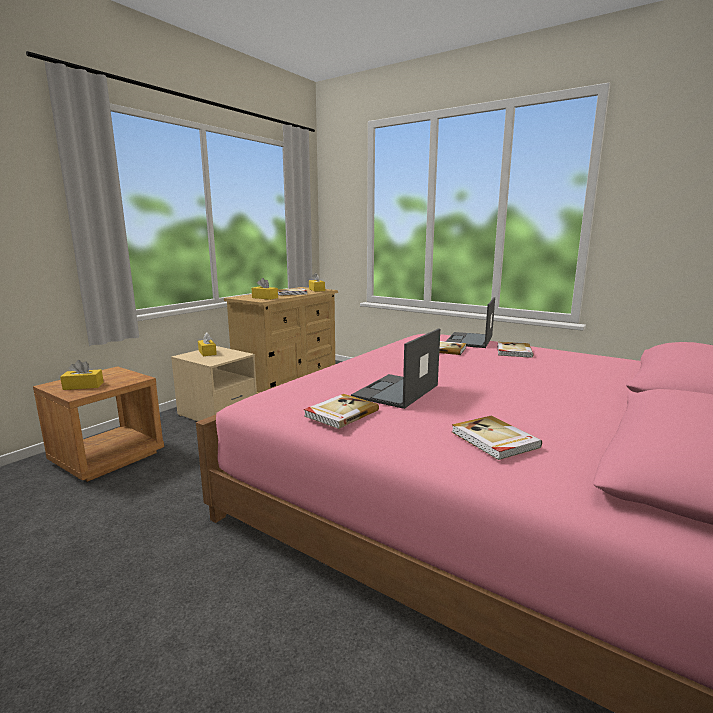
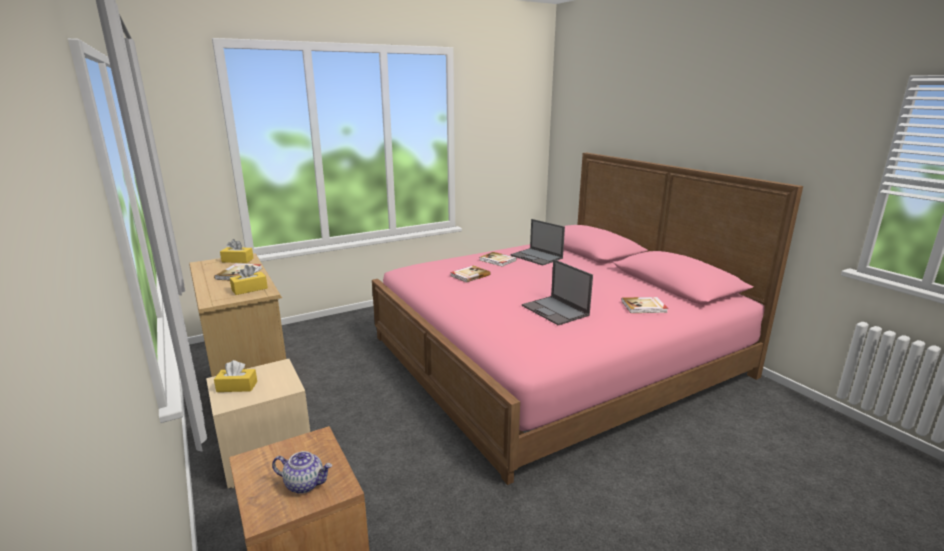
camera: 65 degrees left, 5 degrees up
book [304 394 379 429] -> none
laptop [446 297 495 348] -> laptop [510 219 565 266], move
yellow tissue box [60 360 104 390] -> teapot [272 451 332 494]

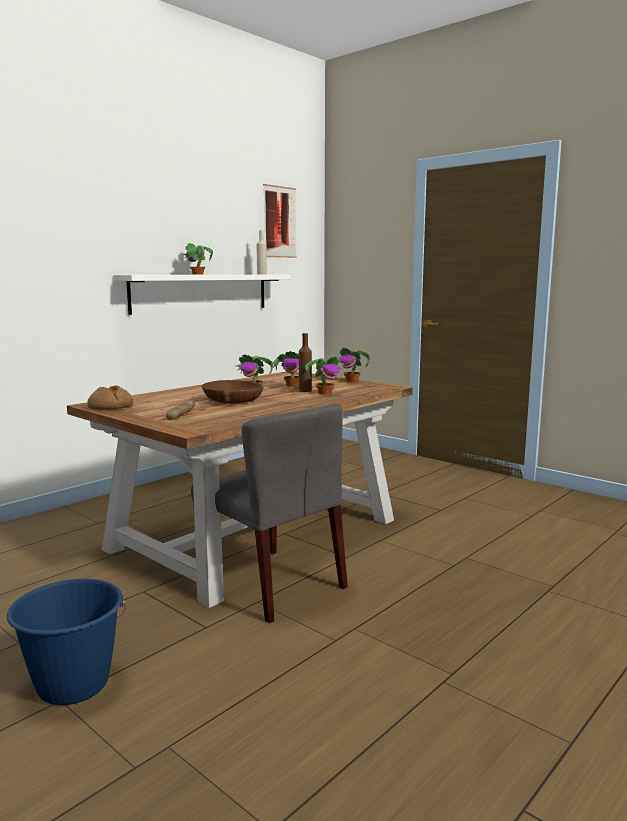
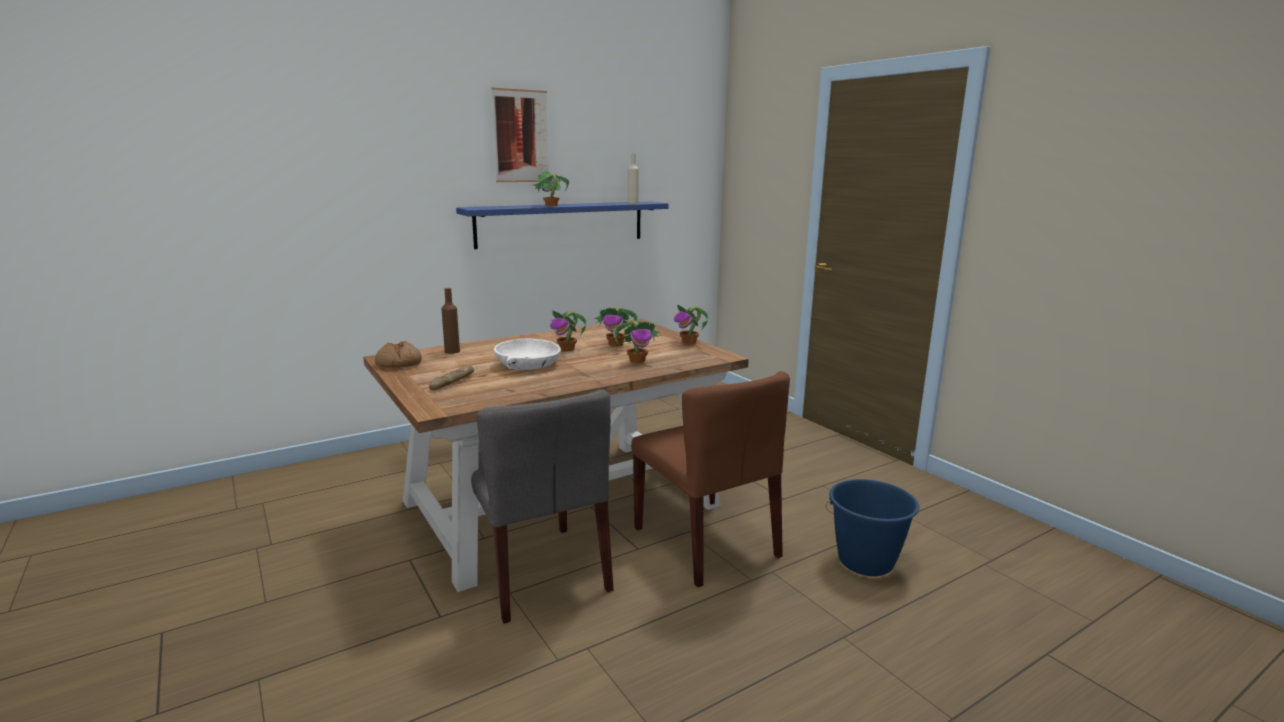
camera: 15 degrees right, 5 degrees up
none -> brown chair [631 371 790 587]
blue bucket [6 579 126 705] -> blue bucket [826 479 919 576], move
picture [263 184 297 258] -> picture [491 88 549 182], move
brown bottle [299 333 312 392] -> brown bottle [442 288 460 354], move
white shelf [113 275 291 315] -> blue shelf [456 201 669 249]
brown bowl [202 380 263 404] -> white bowl [494 339 561 370]

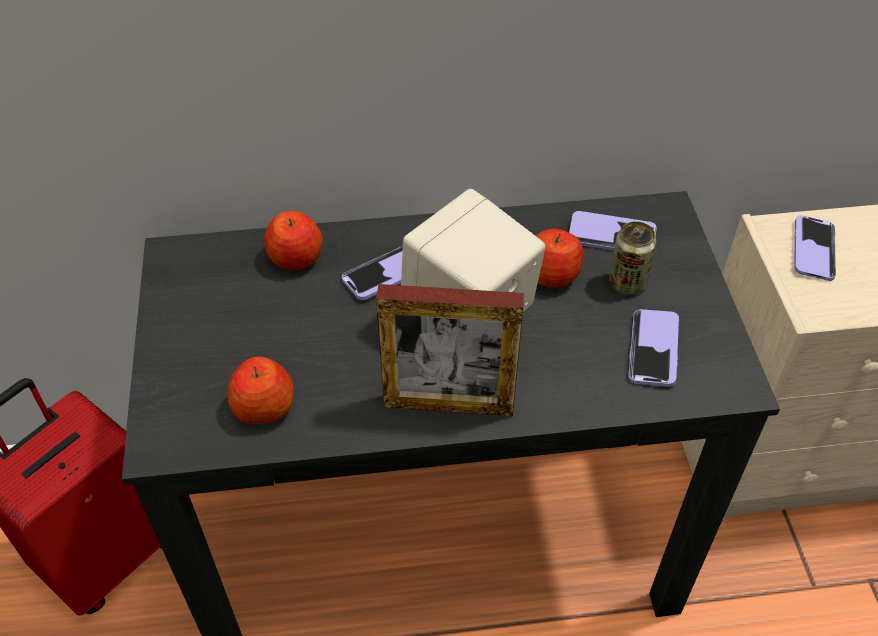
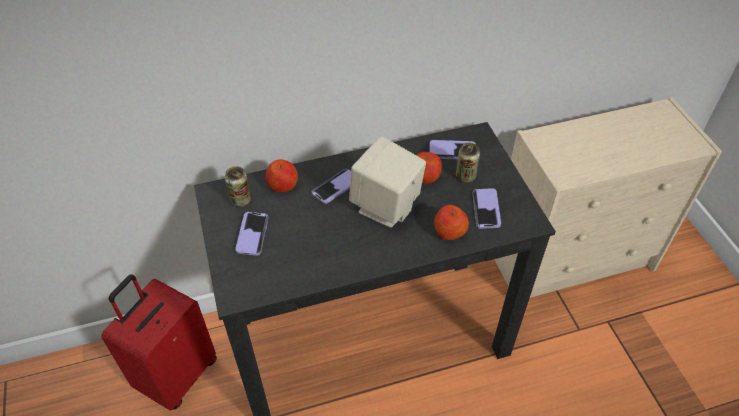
camera: 10 degrees left, 0 degrees up
picture frame [376 284 524 416] -> none
none -> can [225 166 251 207]
apple [228 357 294 424] -> apple [434 205 469 240], move
phone [794 215 836 281] -> phone [235 212 268 256], move

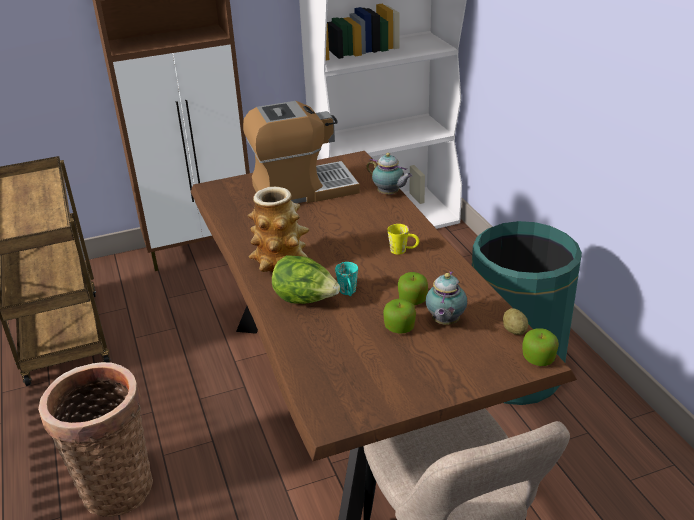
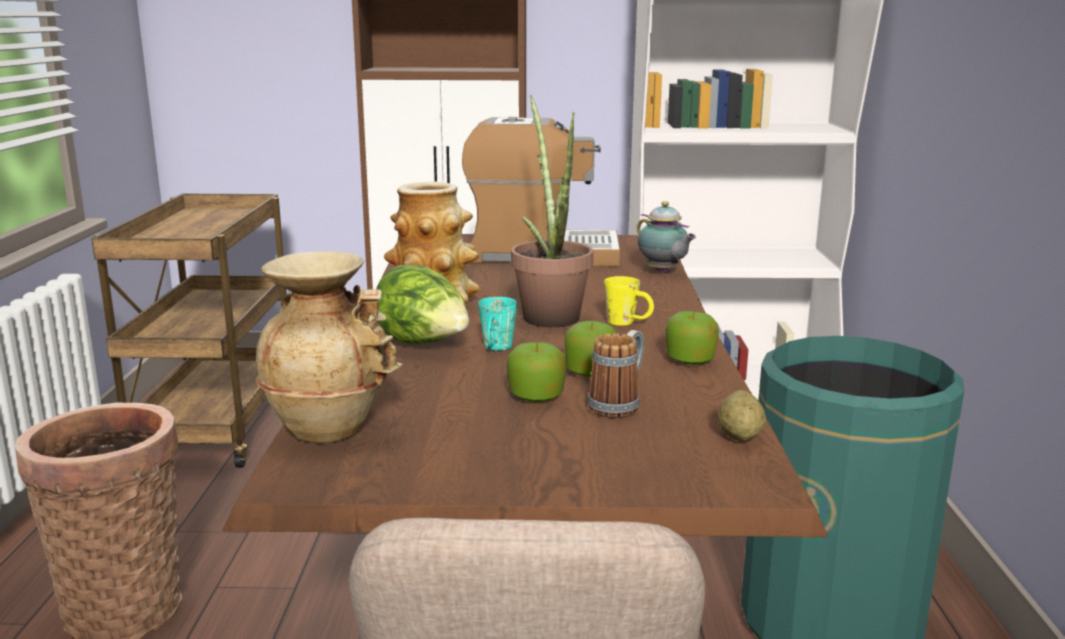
camera: 20 degrees right, 15 degrees down
none -> beige vase [256 251 403 444]
none -> potted plant [511 95 593 327]
apple [522 328 559 366] -> apple [666 311 719 365], move
teapot [426 271 467 325] -> mug [588 330 644 418]

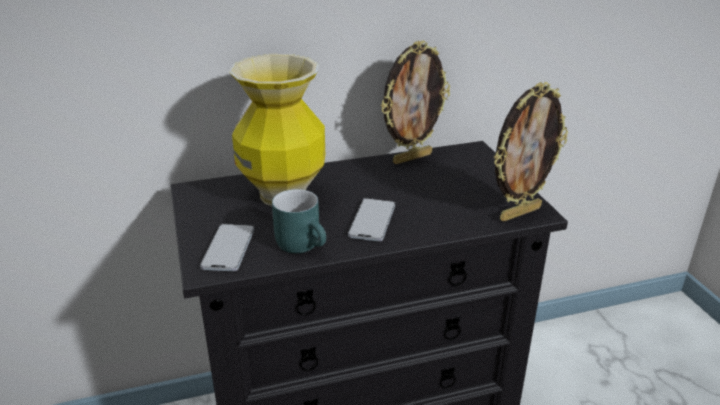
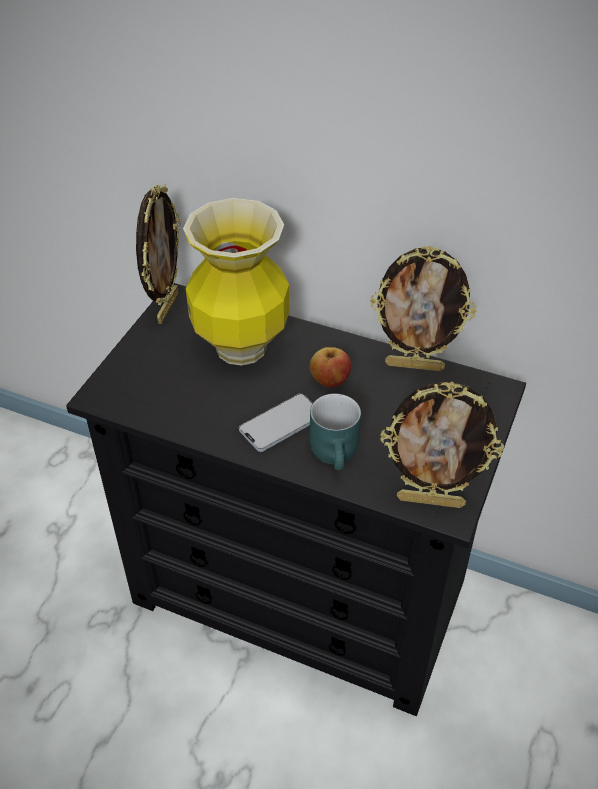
camera: 40 degrees right, 15 degrees up
phone [200 224 254 271] -> none
none -> picture frame [136 184 180 324]
none -> apple [310 347 351 387]
turquoise mug [272 189 326 253] -> turquoise mug [310 394 361 470], move

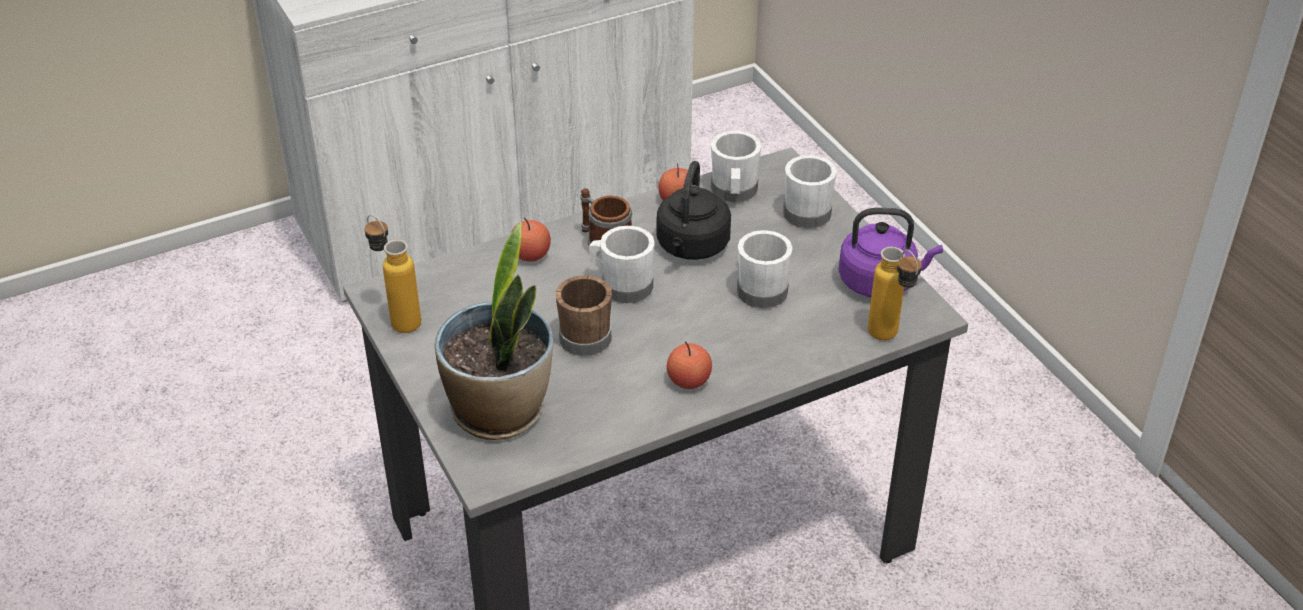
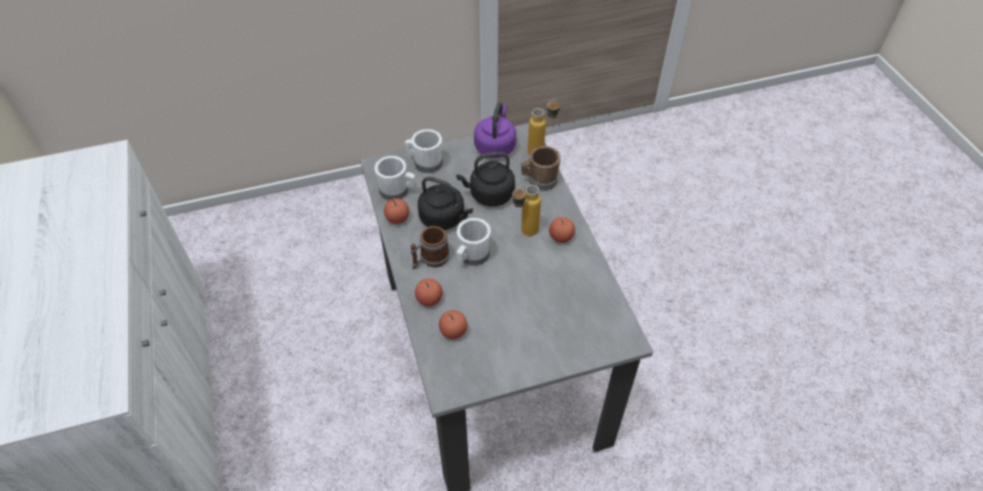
camera: 80 degrees left, 10 degrees up
potted plant [435 222 553 440] -> none
none -> apple [439 310 467 339]
bottle [365 215 421 333] -> bottle [512 185 541 236], move
brown mug [556 275 612 356] -> brown mug [521 146 561 191], move
white mug [737 230 793 308] -> black kettle [456 152 515 206]

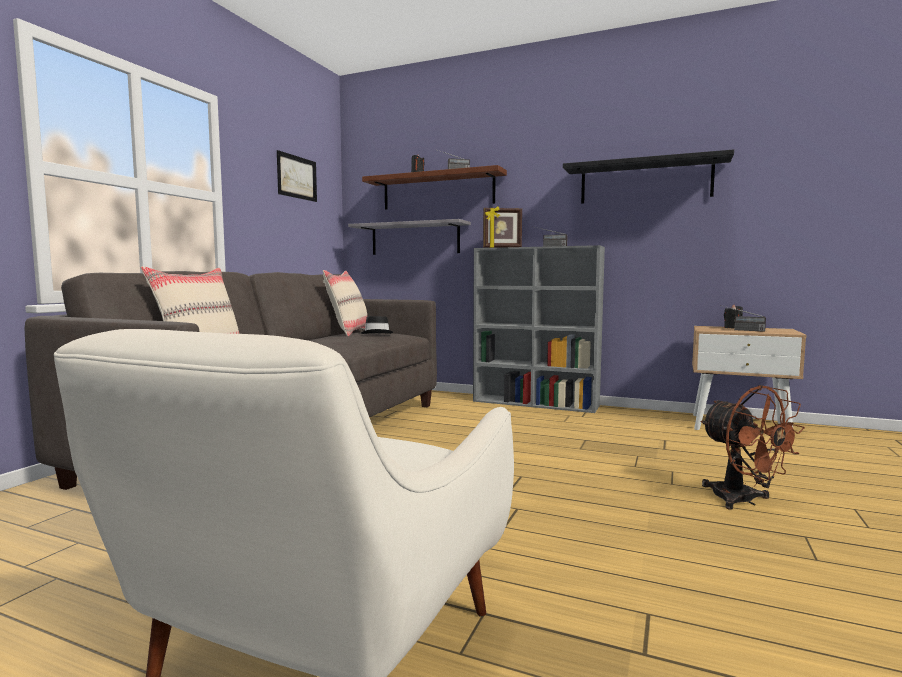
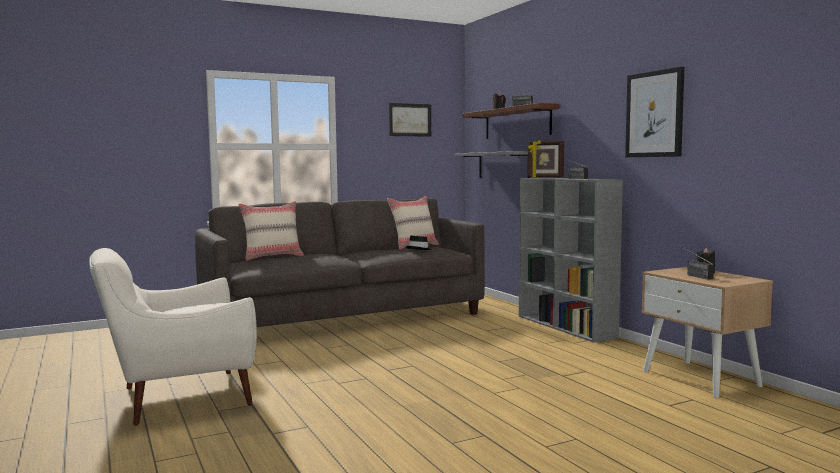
camera: 40 degrees right, 0 degrees up
brown fan [700 385 805 510] -> none
black shelf [563 149 734 204] -> picture [625 67 685 157]

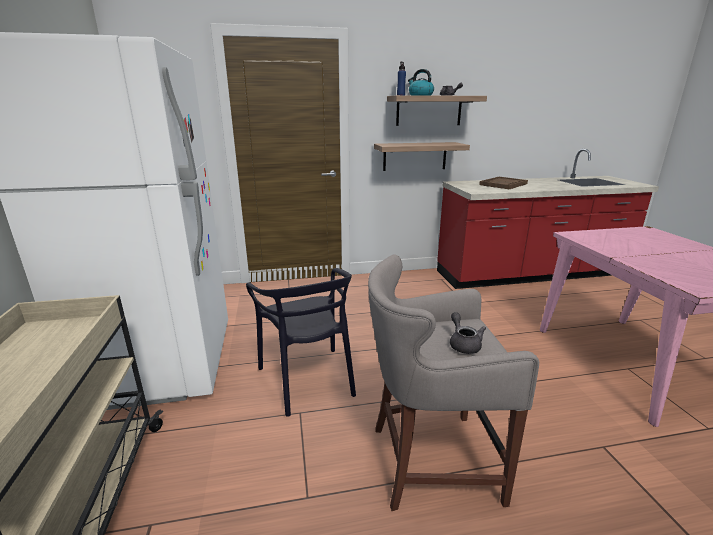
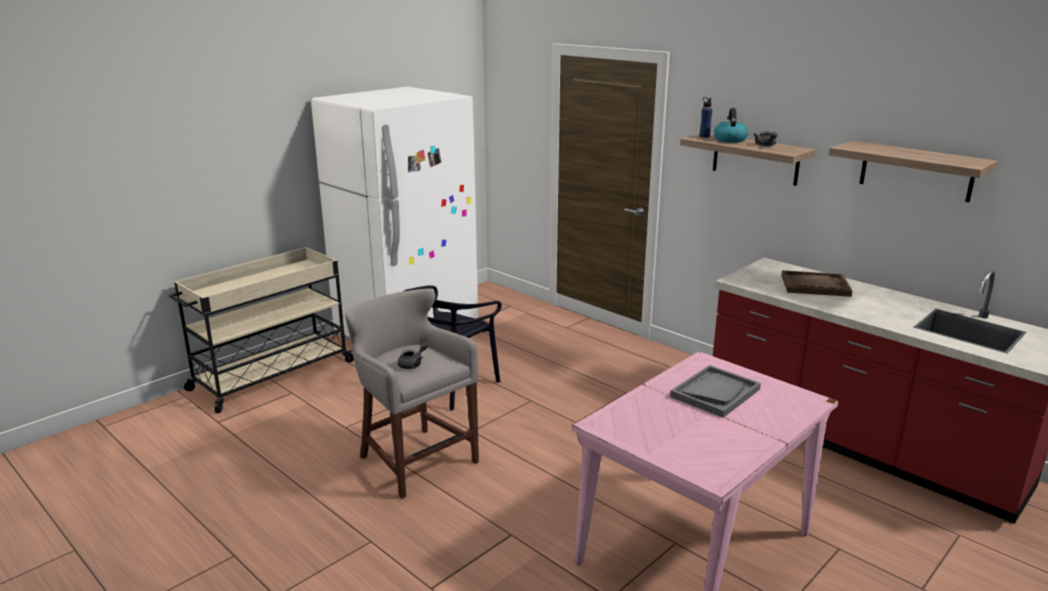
camera: 55 degrees right, 0 degrees up
none -> grey tray [670 365 761 418]
shelf [374 142 470 171] -> shelf [829 141 998 202], move

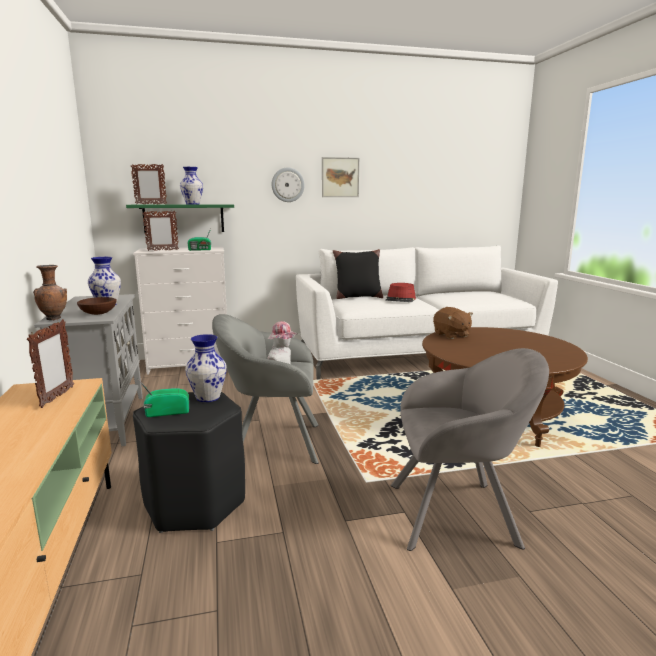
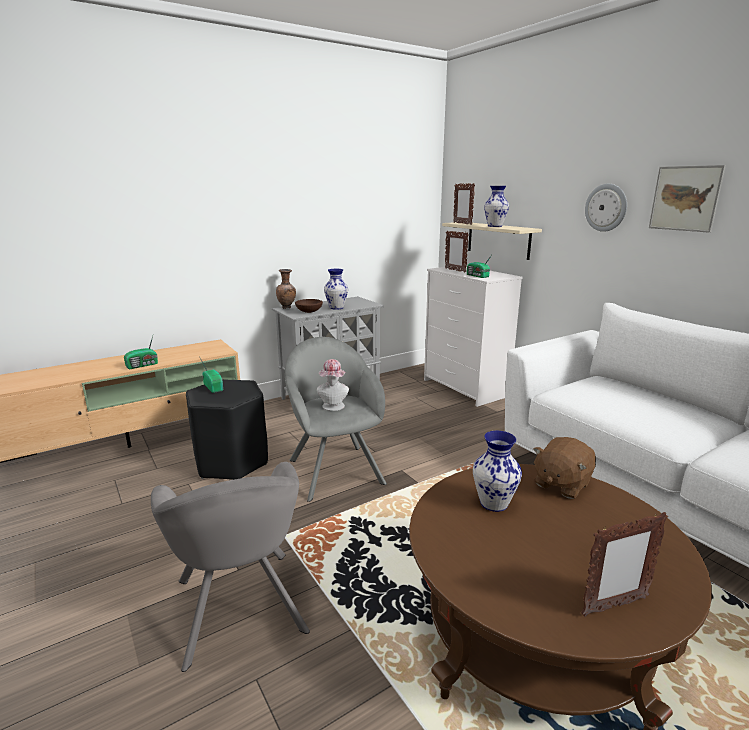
camera: 70 degrees right, 5 degrees up
black pillow [333 249 383 299] -> none
red hat [386 283 416 302] -> none
none -> radio [124 336 158 369]
picture frame [27 319 74 408] -> picture frame [581 512 668 617], move
vase [185 334 227 402] -> vase [473 431 522 512], move
green shelf [126 204 234 233] -> beige shelf [442 222 542 260]

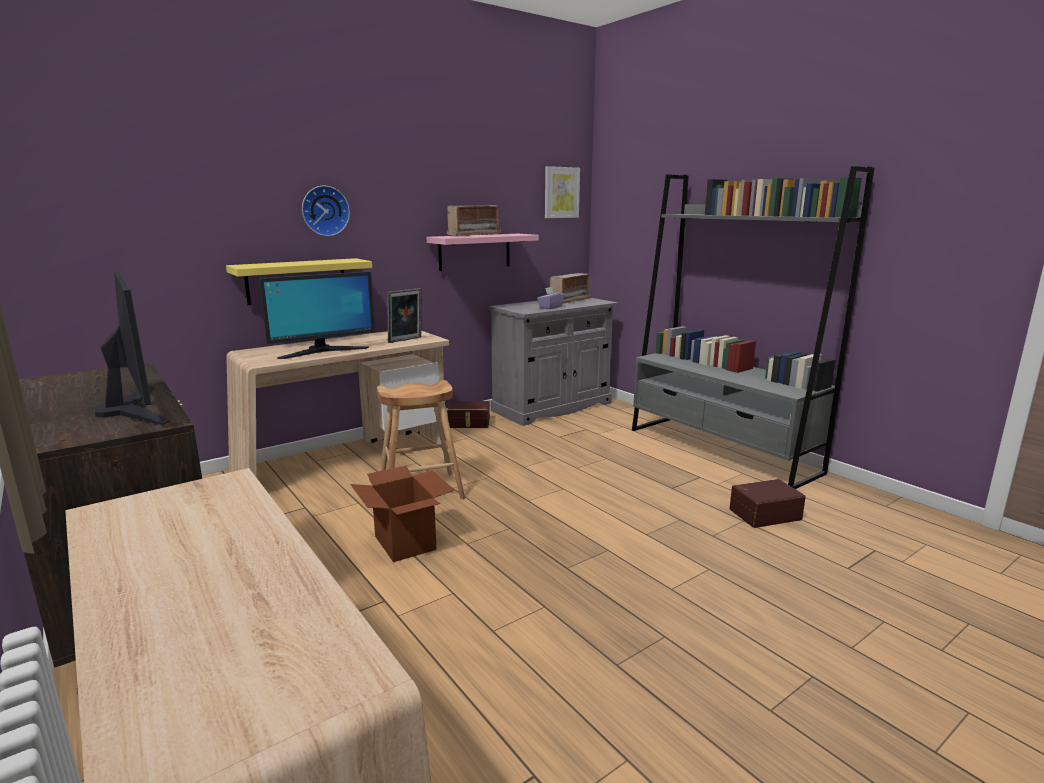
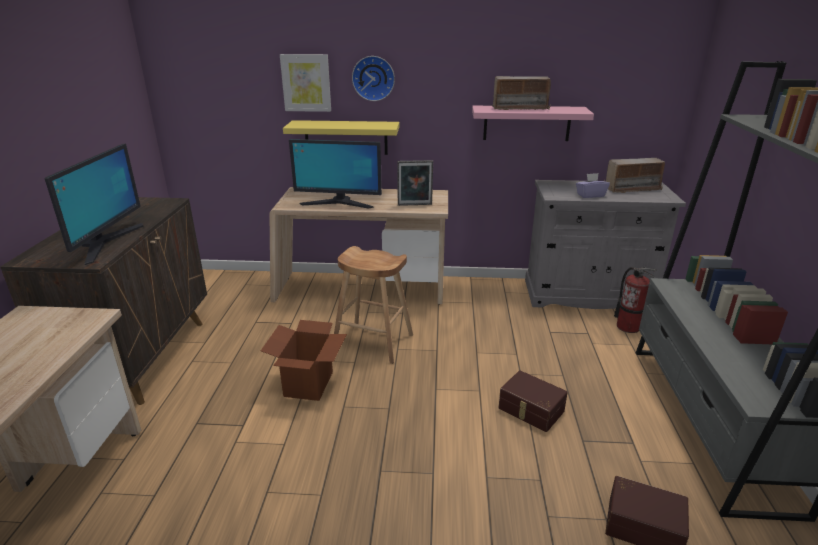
camera: 40 degrees right, 10 degrees up
none -> fire extinguisher [614 267 656 333]
brown storage box [447 401 490 428] -> brown storage box [499 370 568 432], move
picture [545 166 580 218] -> picture [280 54 331 112], move

